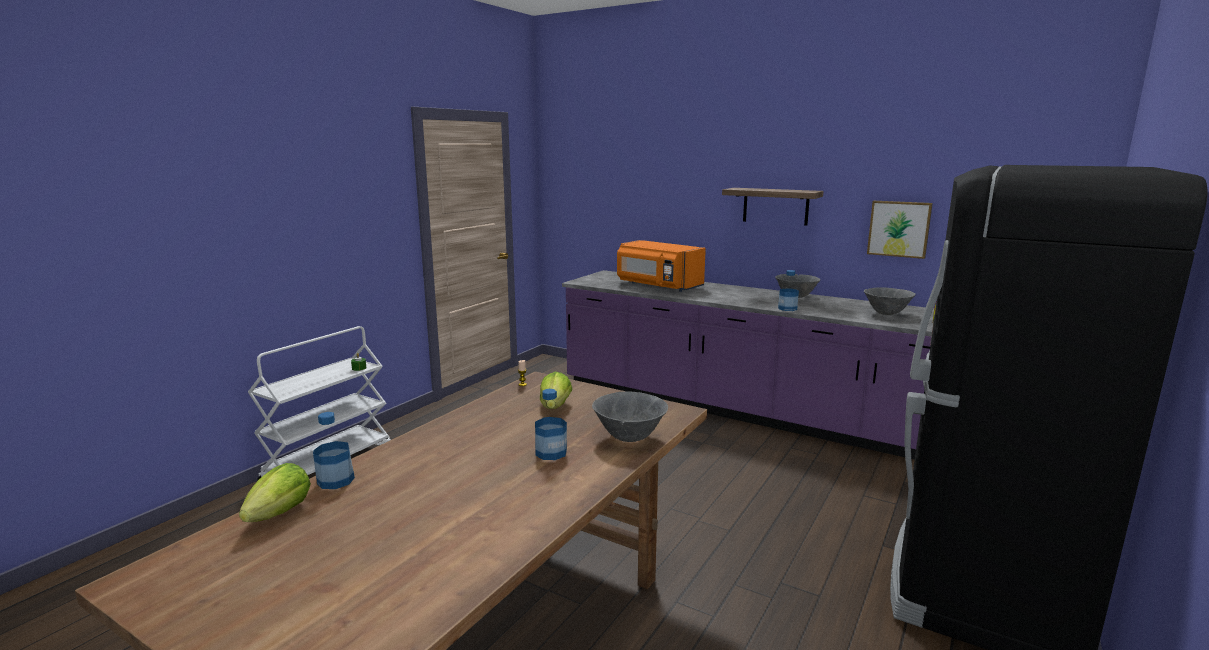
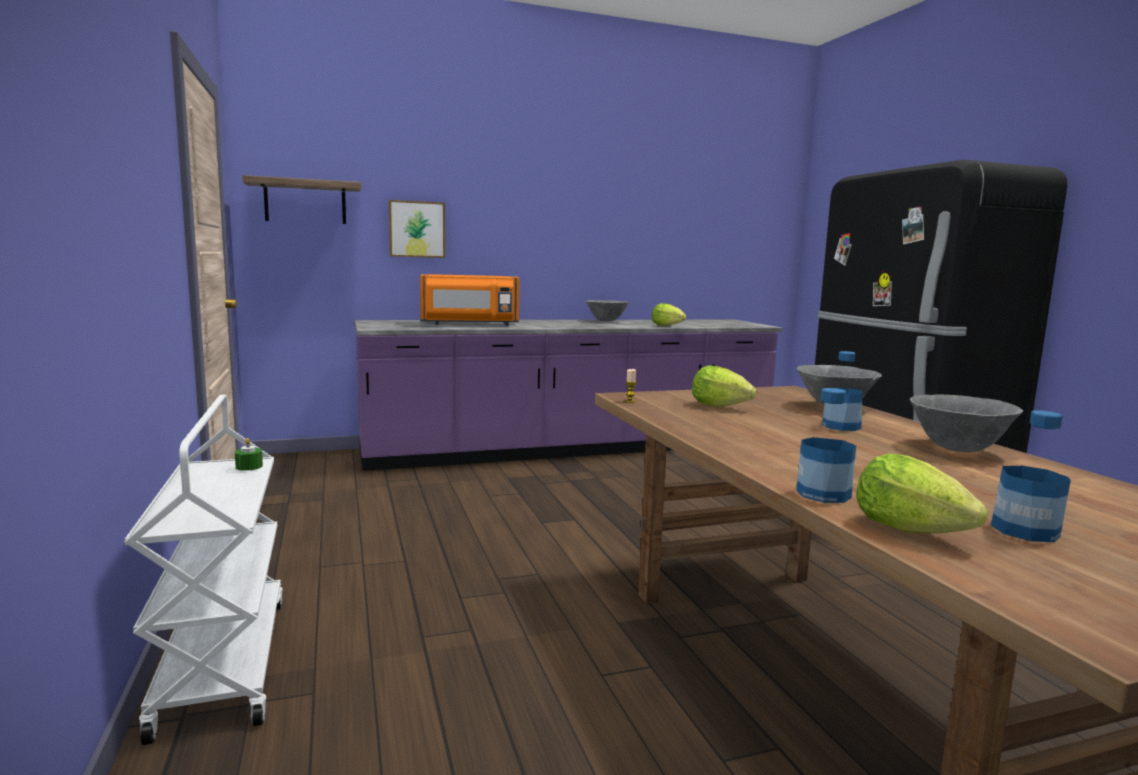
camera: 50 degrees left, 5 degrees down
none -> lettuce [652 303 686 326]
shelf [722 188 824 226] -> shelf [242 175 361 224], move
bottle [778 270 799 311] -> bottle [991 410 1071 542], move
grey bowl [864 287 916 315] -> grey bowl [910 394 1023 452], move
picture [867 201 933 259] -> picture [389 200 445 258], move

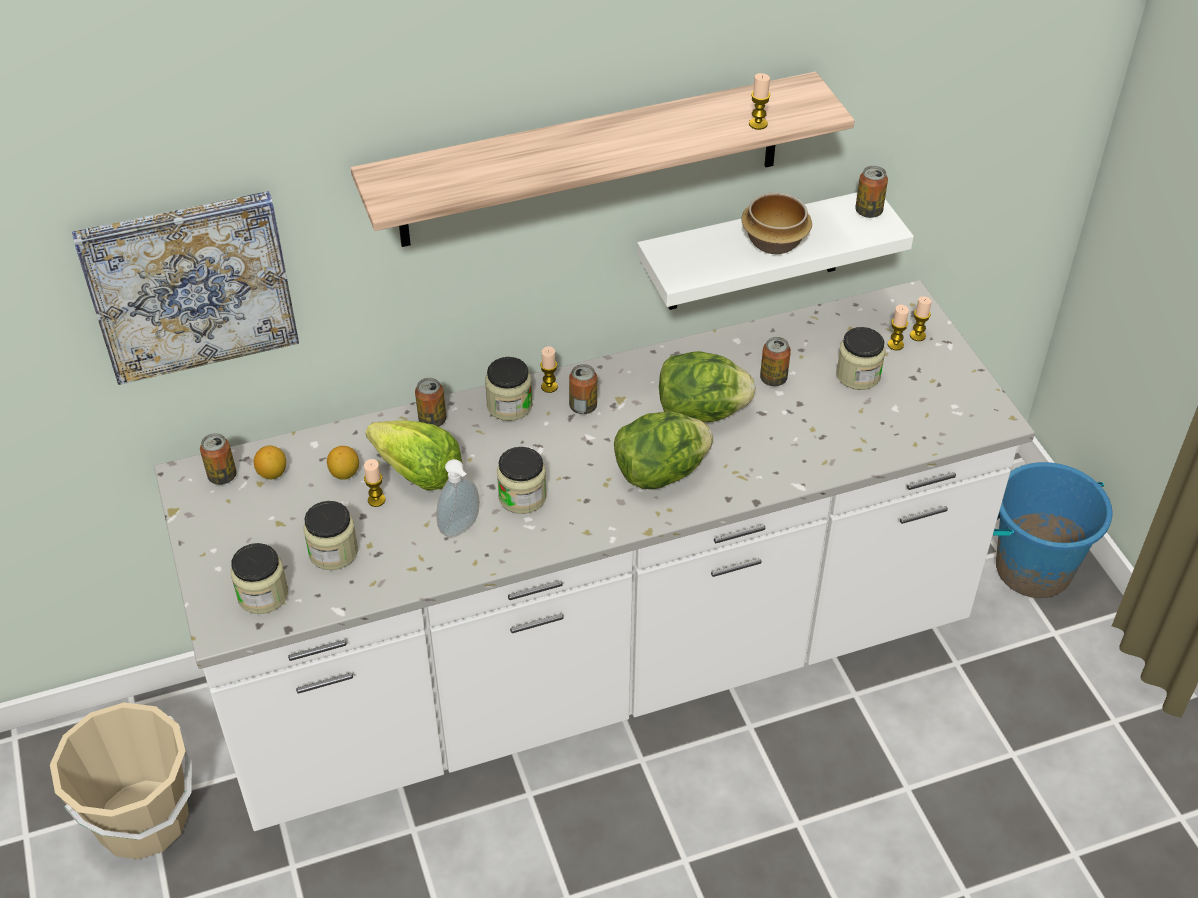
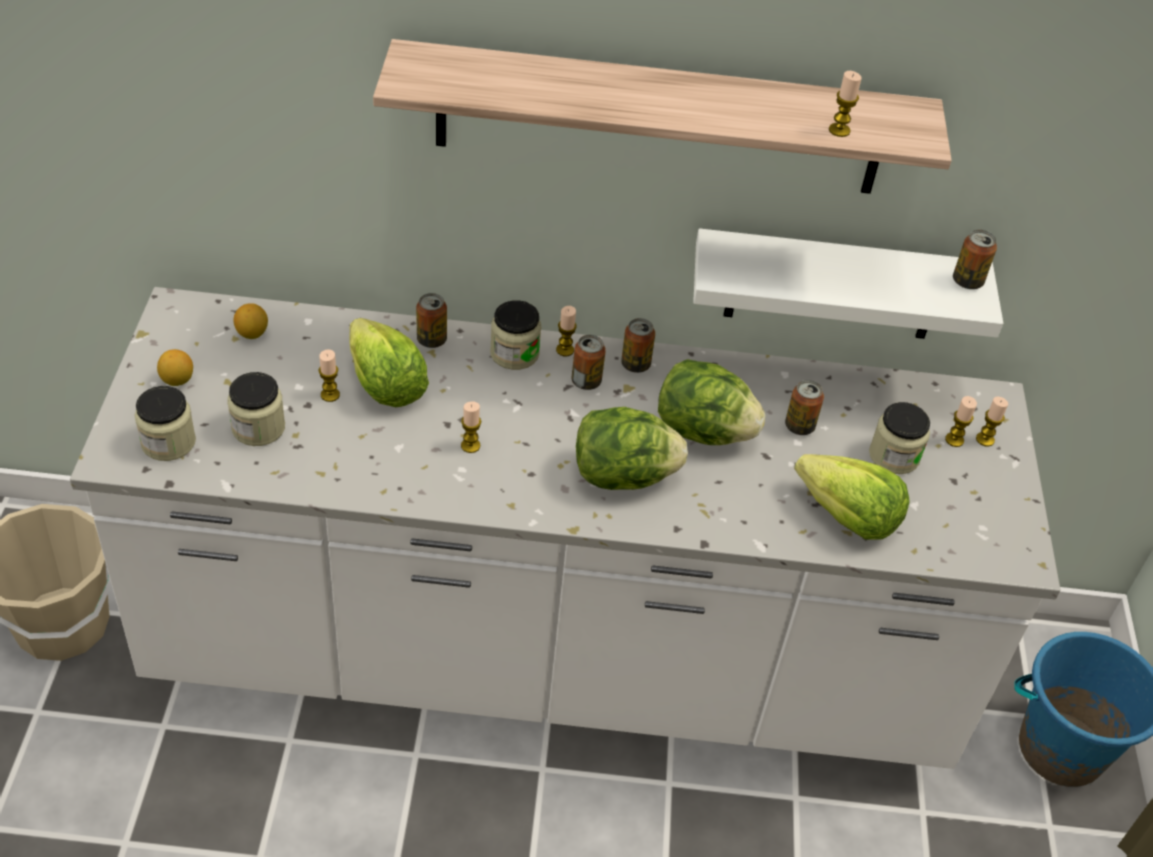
camera: 20 degrees right, 0 degrees up
picture [72 191 299 385] -> none
soap dispenser [436 459 480 538] -> none
bowl [741 192 812 254] -> none
none -> lettuce [794 454 910 540]
can [200 433 237 485] -> can [621 318 655 373], move
lemon [327 446 359 480] -> lemon [157 349 193 386], move
jar [497 447 547 514] -> candle [461 401 481 453]

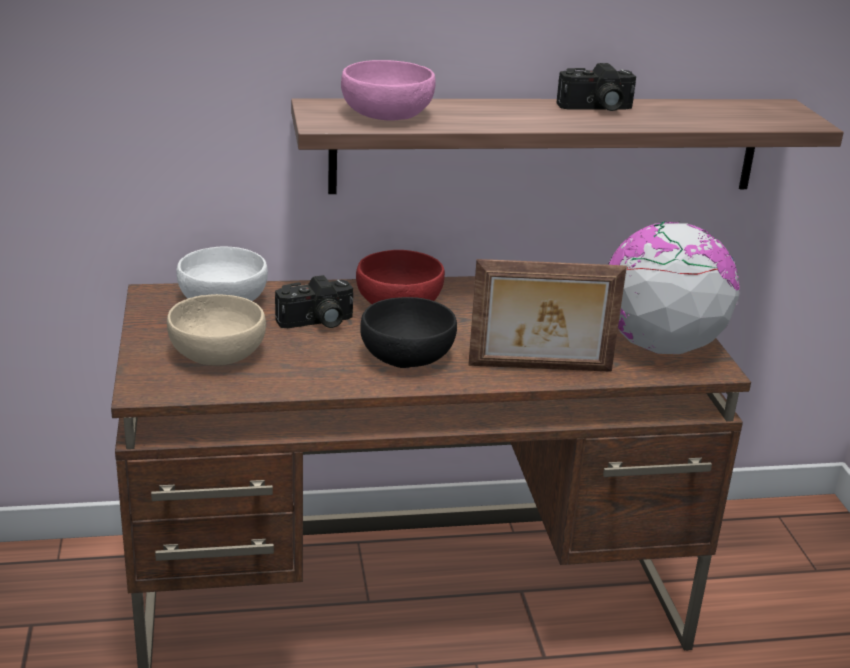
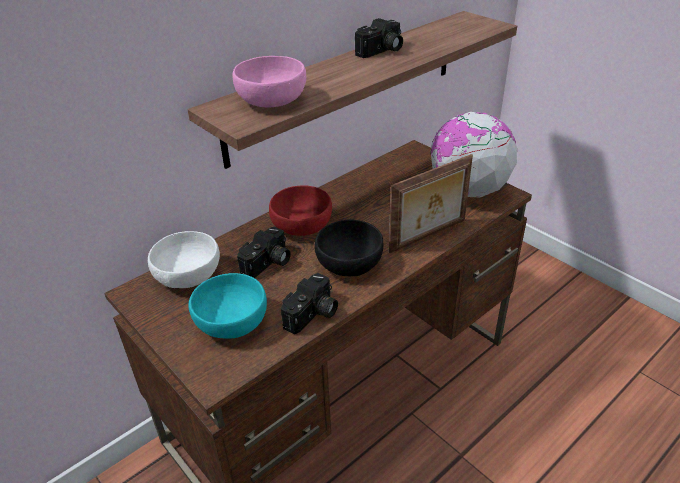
camera: 30 degrees left, 10 degrees up
none -> photo camera [281 273 338 334]
beige bowl [167 294 266 365] -> turquoise bowl [188 273 267 339]

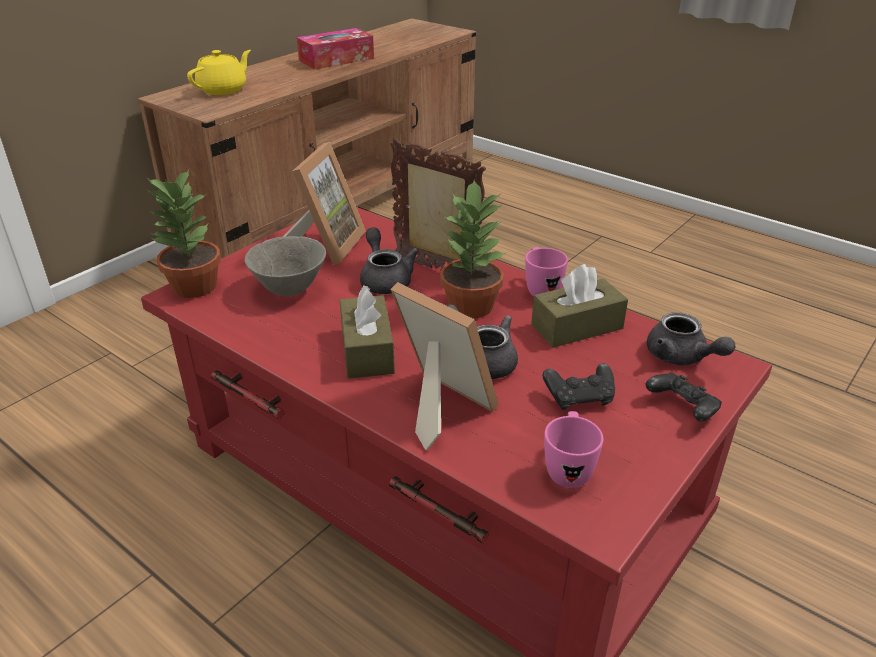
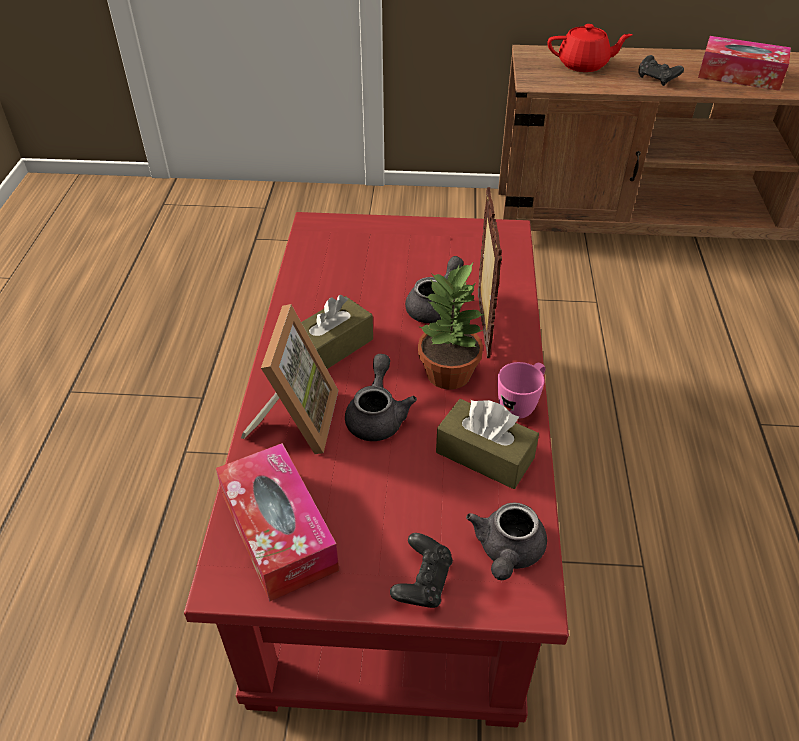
camera: 55 degrees right, 10 degrees up
potted plant [146 169 221 298] -> none
grey bowl [244 236 326 296] -> none
picture frame [283 142 366 264] -> none
black game controller [543 363 615 410] -> black game controller [639 55 684 86], move
pink mug [544 411 603 488] -> tissue box [216 443 339 602]
yellow teapot [187 50 251 95] -> red teapot [547 24 633 72]

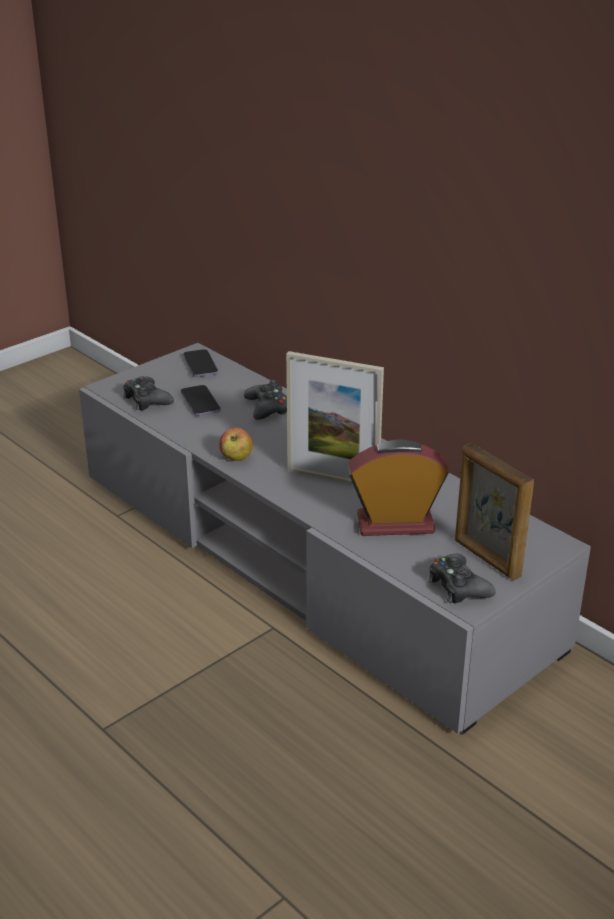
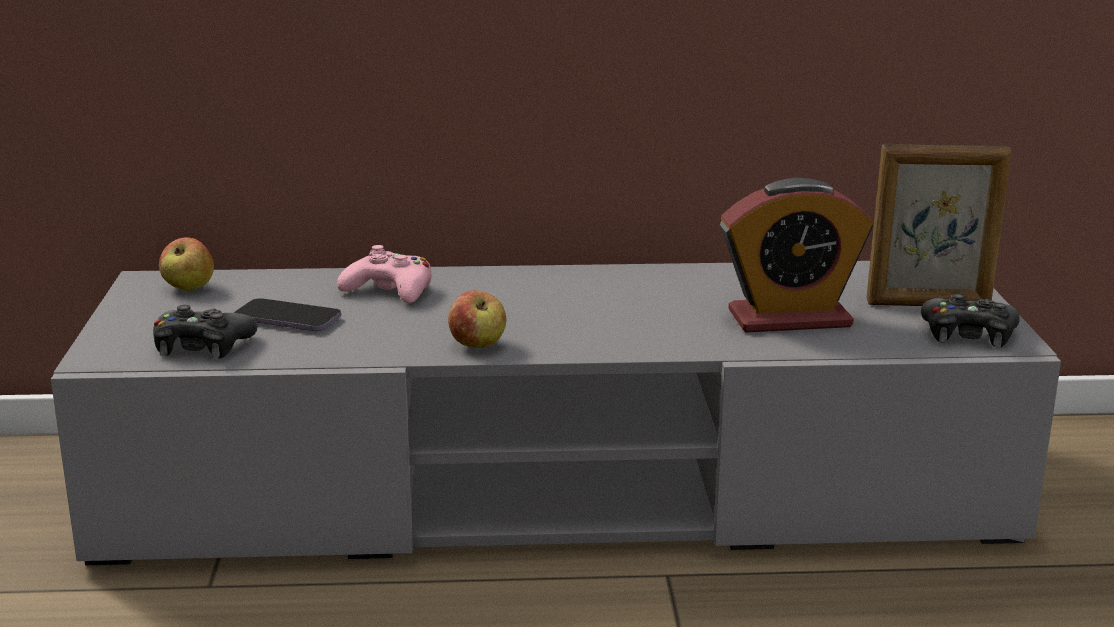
camera: 50 degrees left, 10 degrees down
picture frame [286 351 384 484] -> none
phone [183 349 218 377] -> apple [159 237 214 291]
black game controller [244 380 287 420] -> pink game controller [337 245 431 303]
alarm clock [348 439 449 536] -> alarm clock [720 178 873 333], 135 degrees counterclockwise

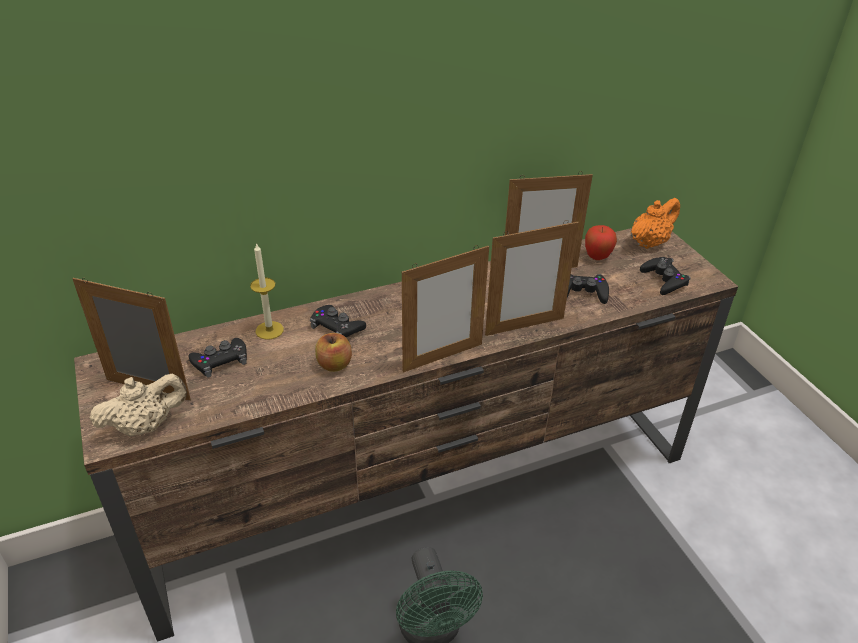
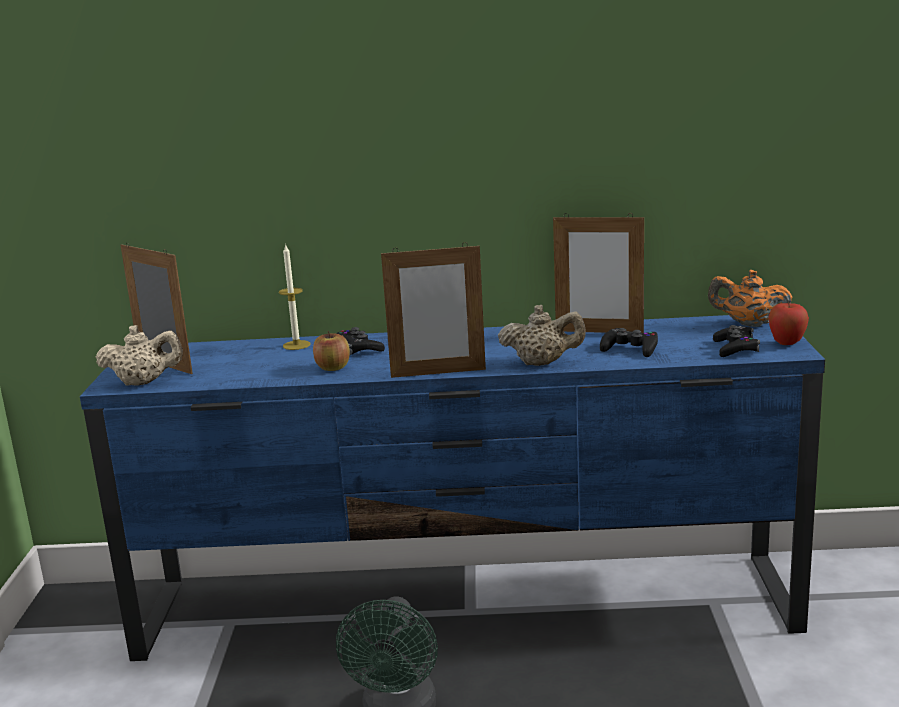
camera: 25 degrees right, 20 degrees down
black game controller [189 338 247 378] -> none
apple [585 225 617 260] -> apple [768 302 809 345], move
picture frame [485 220 579 336] -> beige teapot [498 305 586 366]
brown tv stand [74 228 738 642] -> blue tv stand [80 315 825 661]
orange teapot [630 198 680 249] -> orange teapot [708 270 792 327], 150 degrees counterclockwise

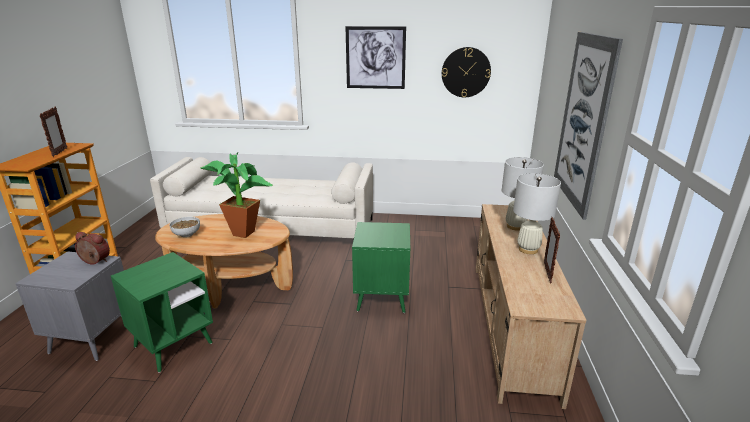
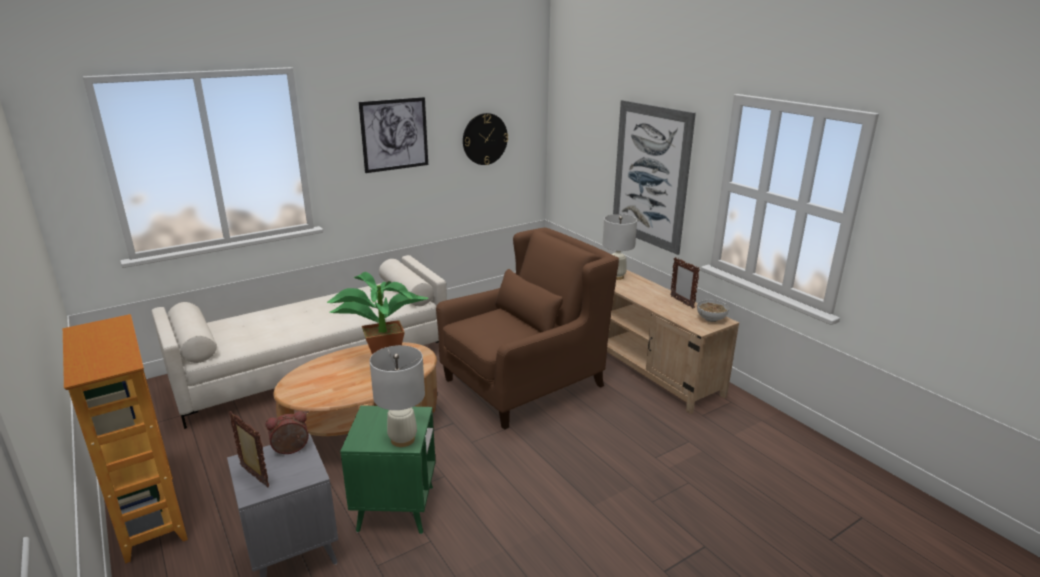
camera: 40 degrees left, 0 degrees up
picture frame [40 107 67 157] -> picture frame [229 411 269 488], move
bowl [169 217 200 237] -> bowl [697 300 729 322], move
white table lamp [513 173 561 254] -> white table lamp [370 345 425 447], move
green side table [352 222 410 313] -> brown armchair [436 228 619 430]

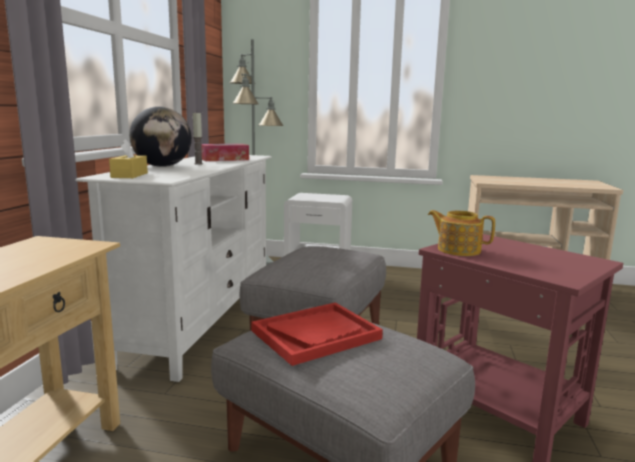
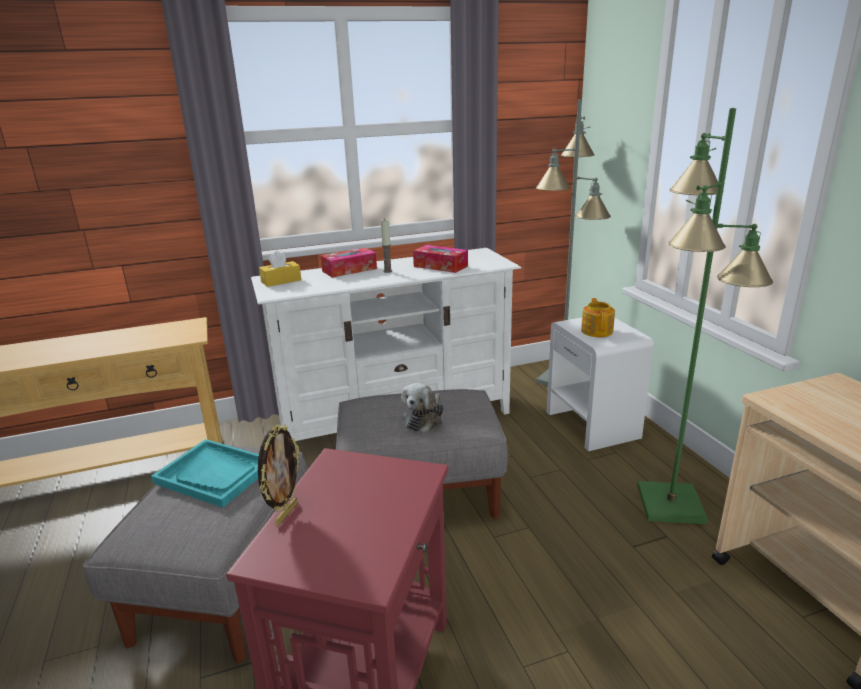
camera: 60 degrees right, 10 degrees up
none -> picture frame [258 424 300 526]
none -> plush toy [401 383 443 433]
none -> green floor lamp [637 108 773 524]
teapot [428 210 495 256] -> teapot [581 298 615 337], move
globe [129 106 192 167] -> tissue box [320 248 377 278]
red tray [252 302 383 366] -> turquoise tray [151 439 259 508]

